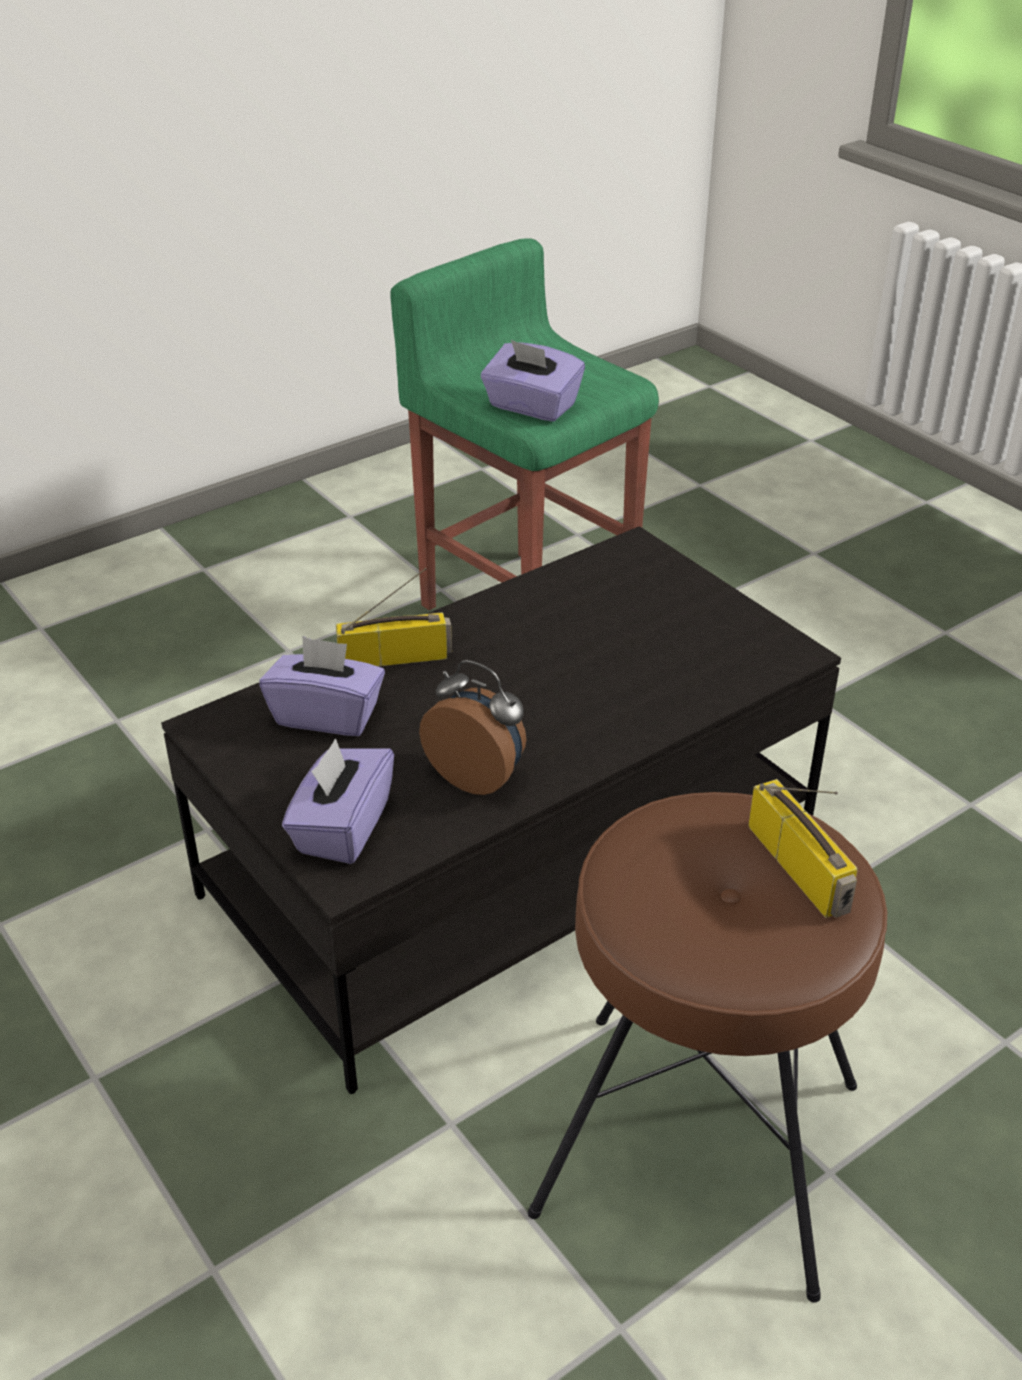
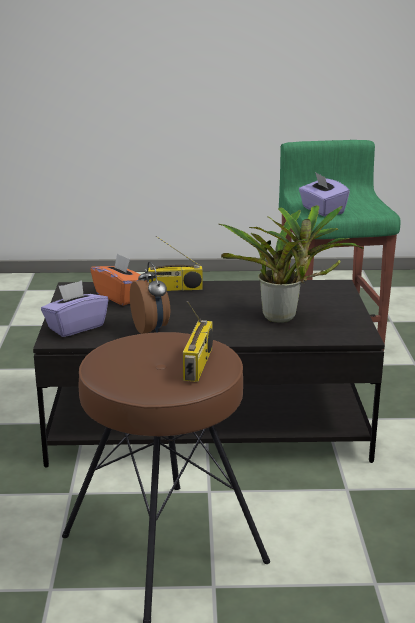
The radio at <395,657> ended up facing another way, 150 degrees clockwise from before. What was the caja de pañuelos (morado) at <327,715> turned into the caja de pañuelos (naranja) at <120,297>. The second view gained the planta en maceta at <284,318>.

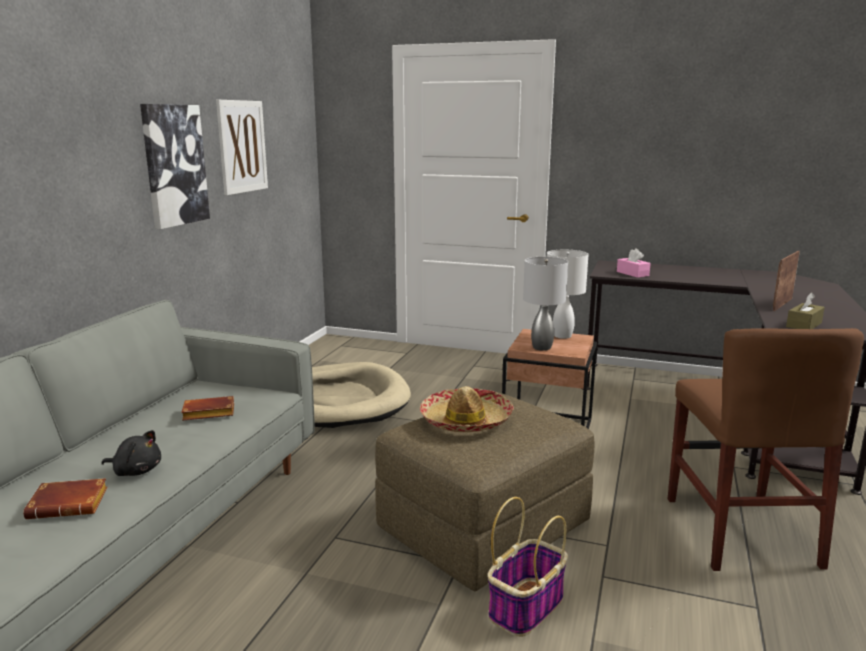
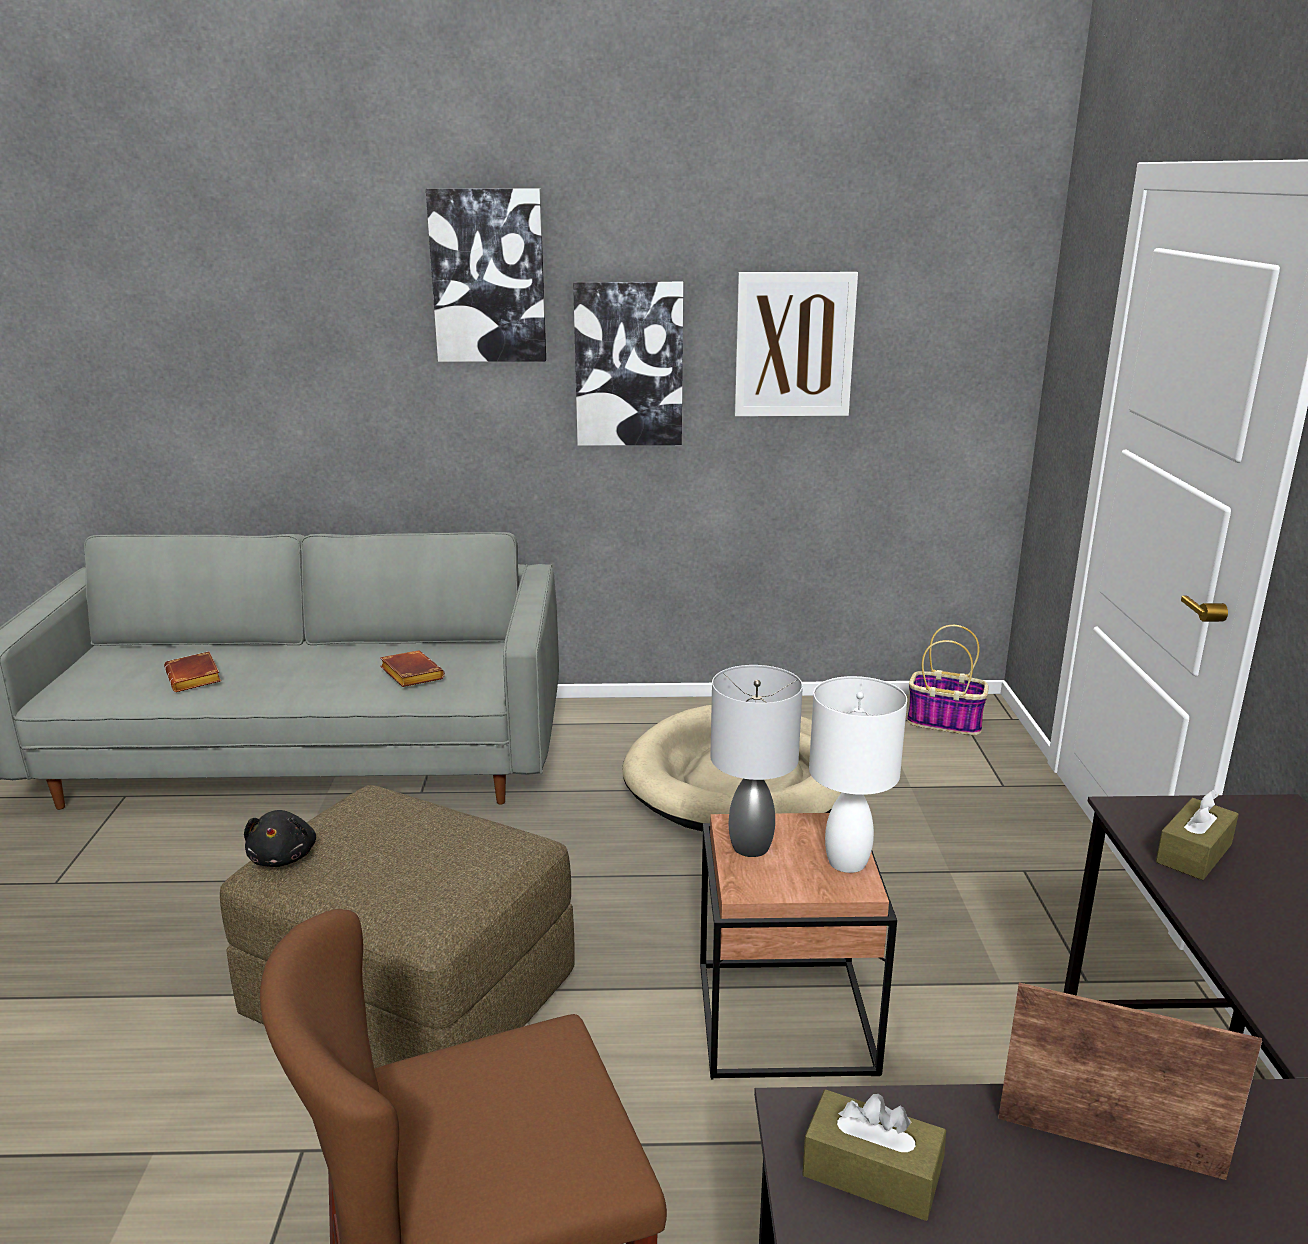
What was the caja de pañuelos (rosa) at <632,273> turned into the caja de pañuelos (marrón) at <1194,853>. The second view lost the sombrero at <466,420>. The peluche (negro) ended up elsewhere, having gone from <136,471> to <283,857>. The cesta ended up elsewhere, having gone from <526,606> to <945,722>. The second view gained the cuadro at <488,276>.

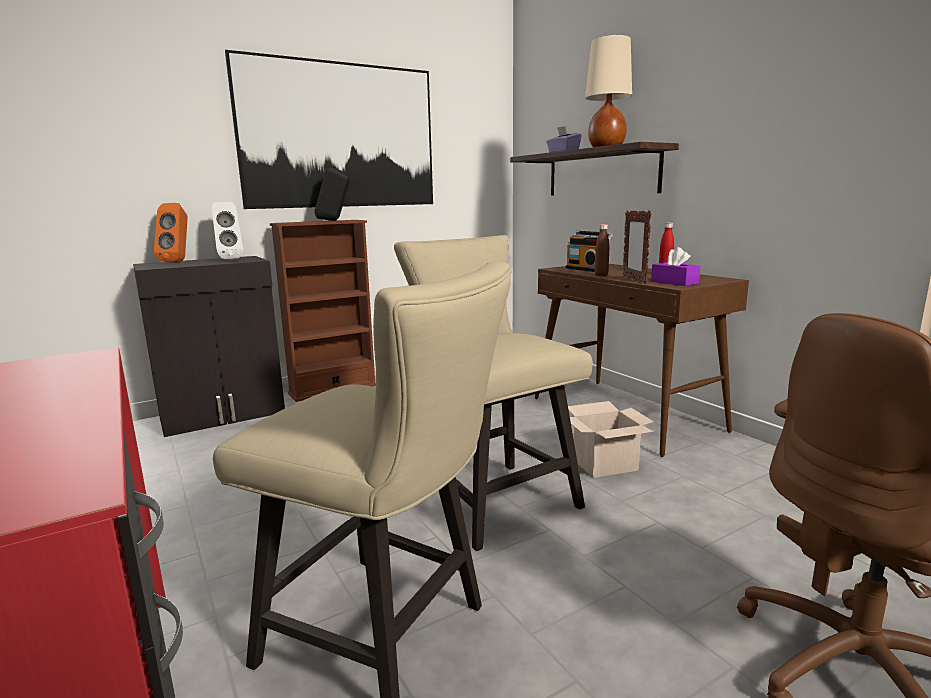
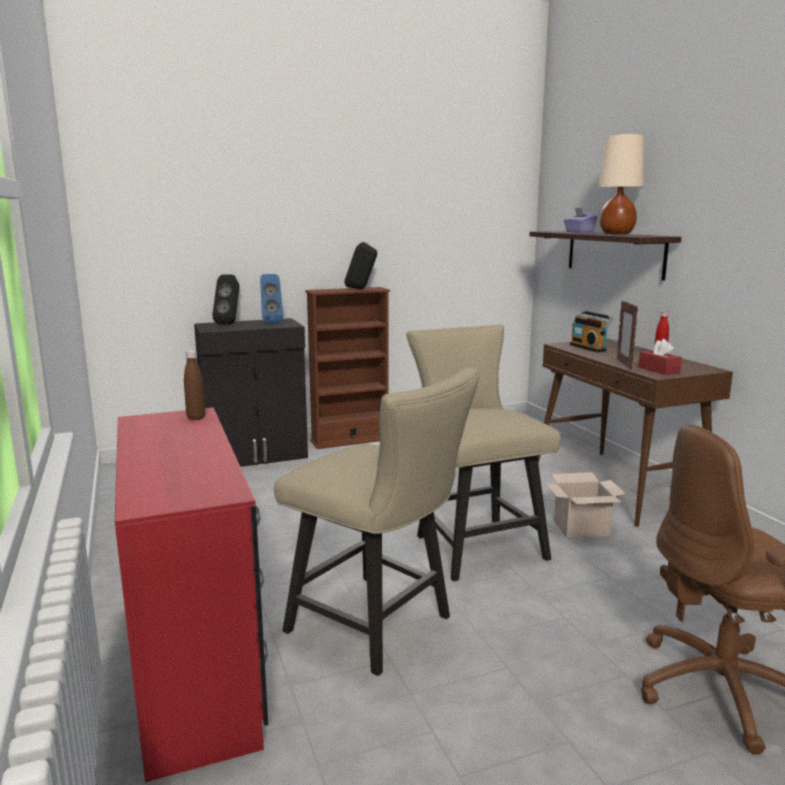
The second view lost the cuadro at <340,136>. What was the altavoz (blanco) at <230,260> turned into the altavoz (azul) at <271,323>. What was the altavoz (naranja) at <178,262> turned into the altavoz (negro) at <230,324>. The botella (marrón) ended up elsewhere, having gone from <601,275> to <196,418>. What was the caja de pañuelos (morado) at <674,282> turned into the caja de pañuelos (rojo) at <658,370>.

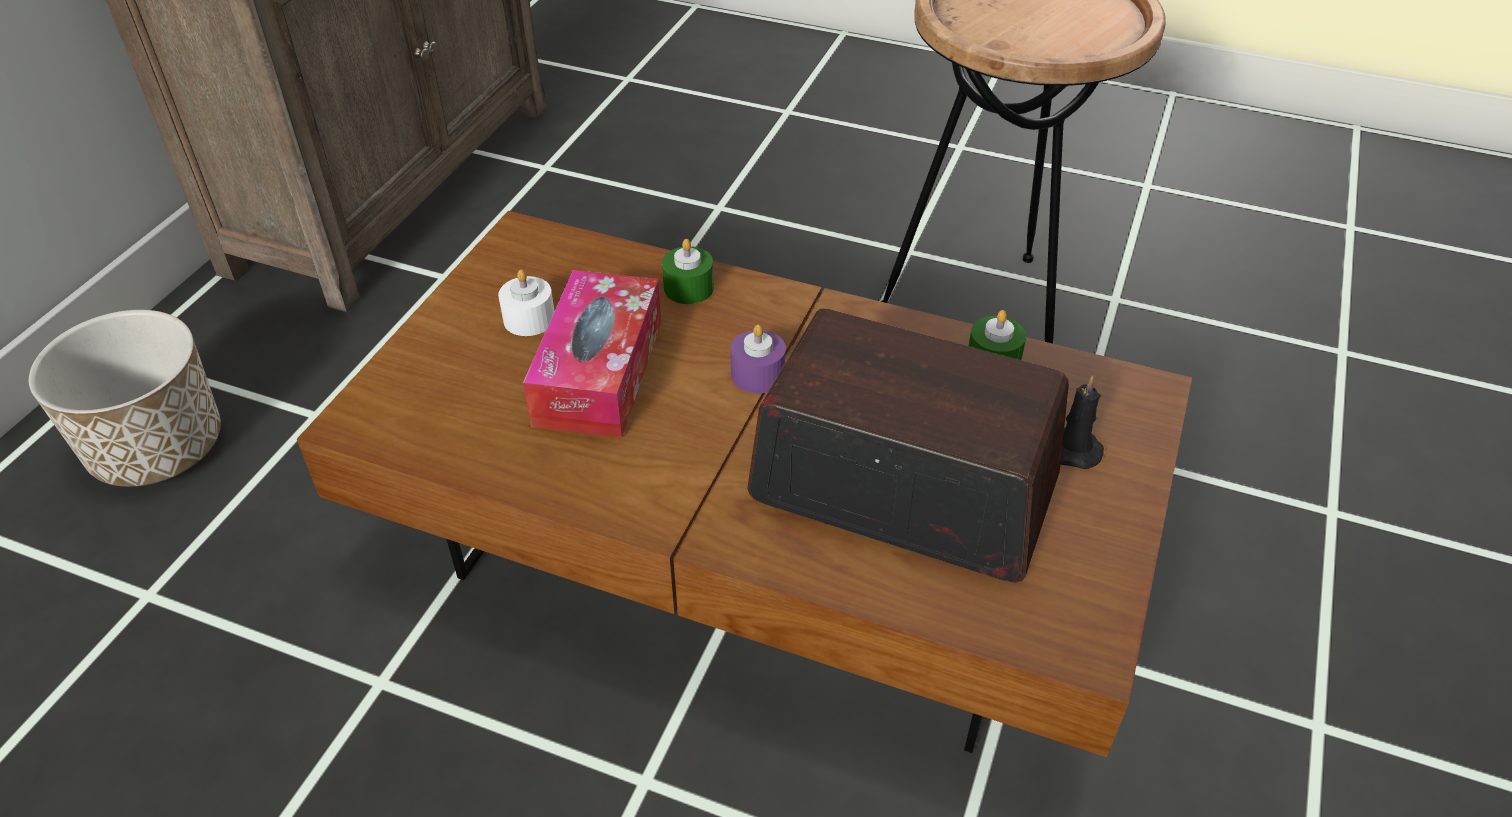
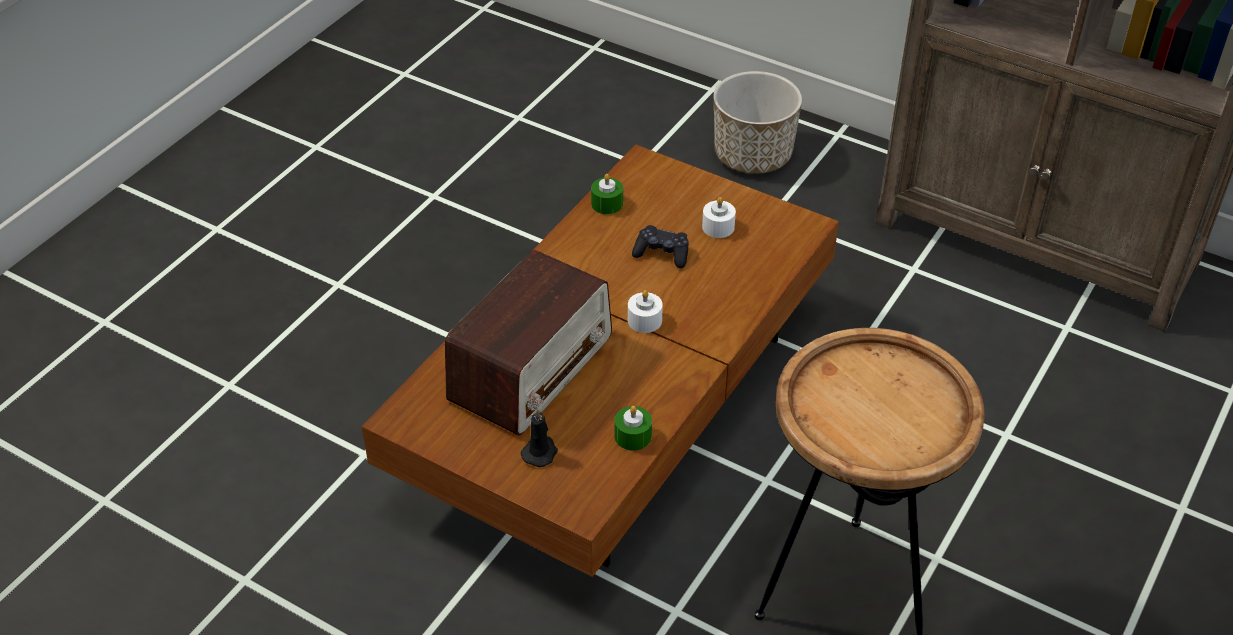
The vela (verde) ended up elsewhere, having gone from <688,288> to <607,203>. Where the caja de pañuelos stood at <599,372>, the mando de consola (negro) came to stand at <662,253>. What was the vela (morado) at <758,374> turned into the vela (blanco) at <644,320>.

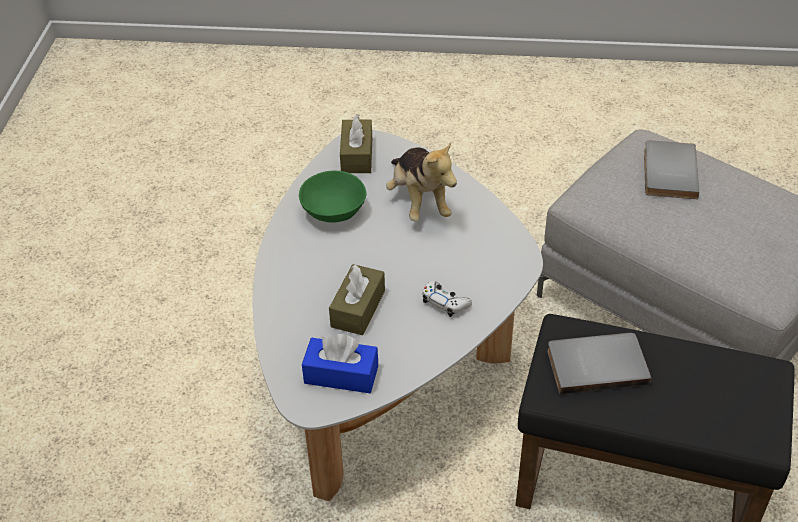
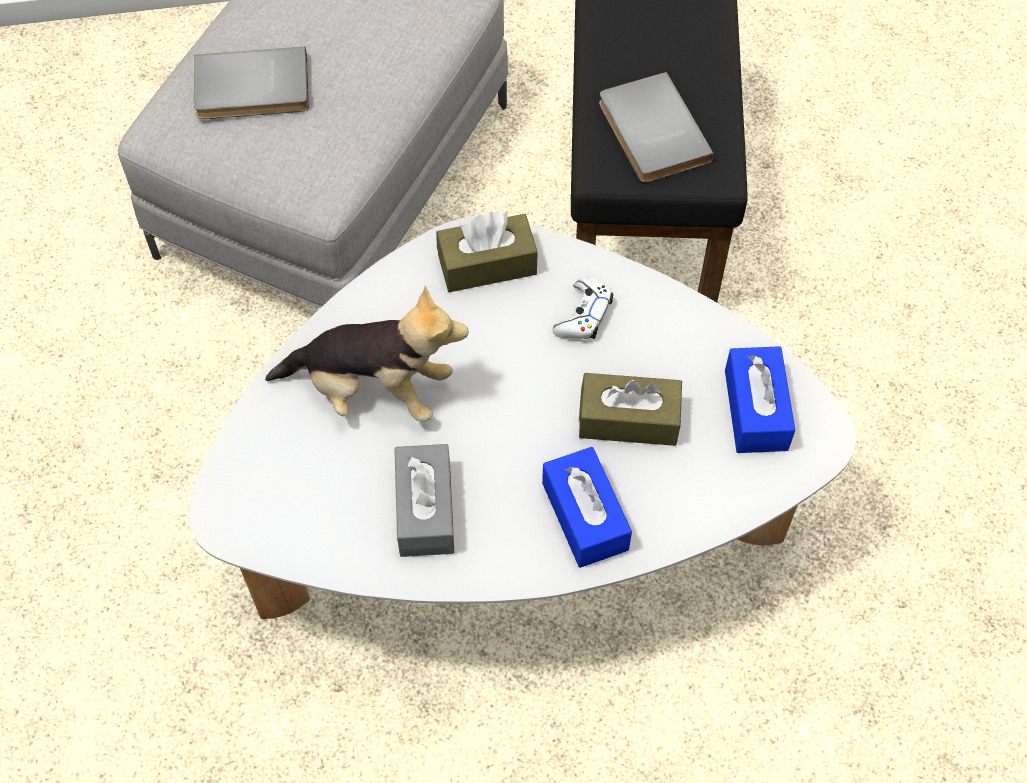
The caja de pañuelos (marrón) ended up elsewhere, having gone from <357,155> to <487,264>. The peluche at <419,201> ended up facing another way, 45 degrees clockwise from before. Where the cuenco (verde) stood at <332,211>, the caja de pañuelos (gris) came to stand at <425,509>. The second view gained the caja de pañuelos (azul) at <585,516>.

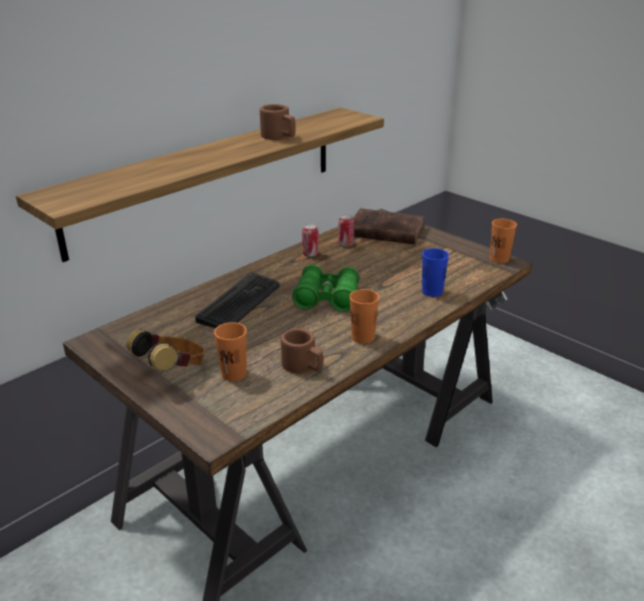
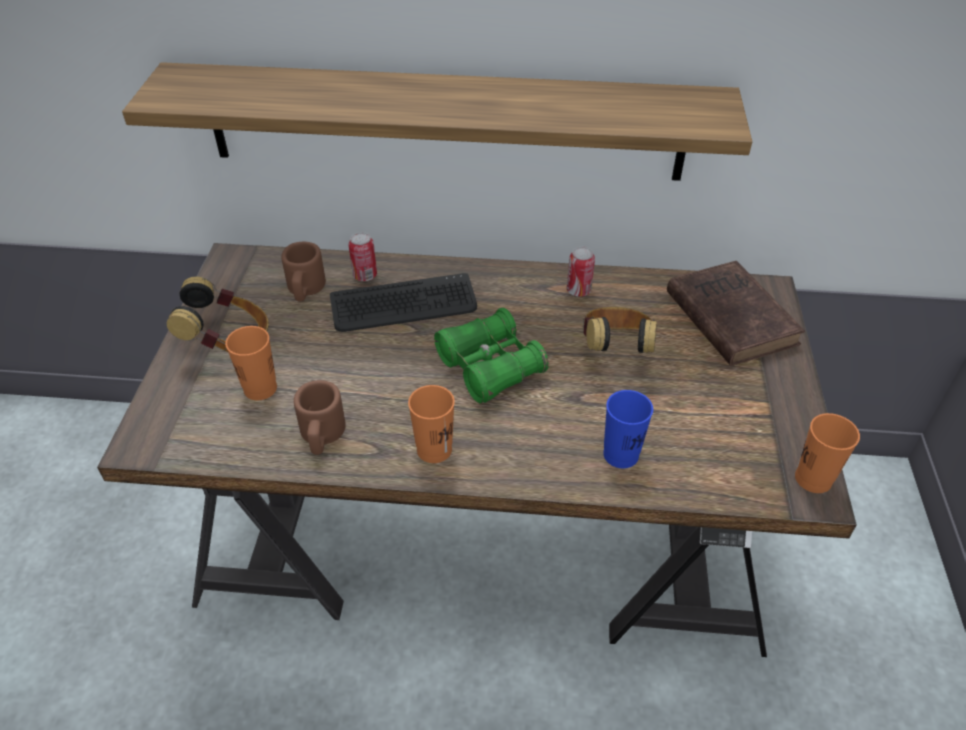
The taza grande (marrón) ended up elsewhere, having gone from <279,137> to <305,289>. The lata ended up elsewhere, having gone from <345,244> to <365,275>. The second view gained the auriculares at <615,350>.

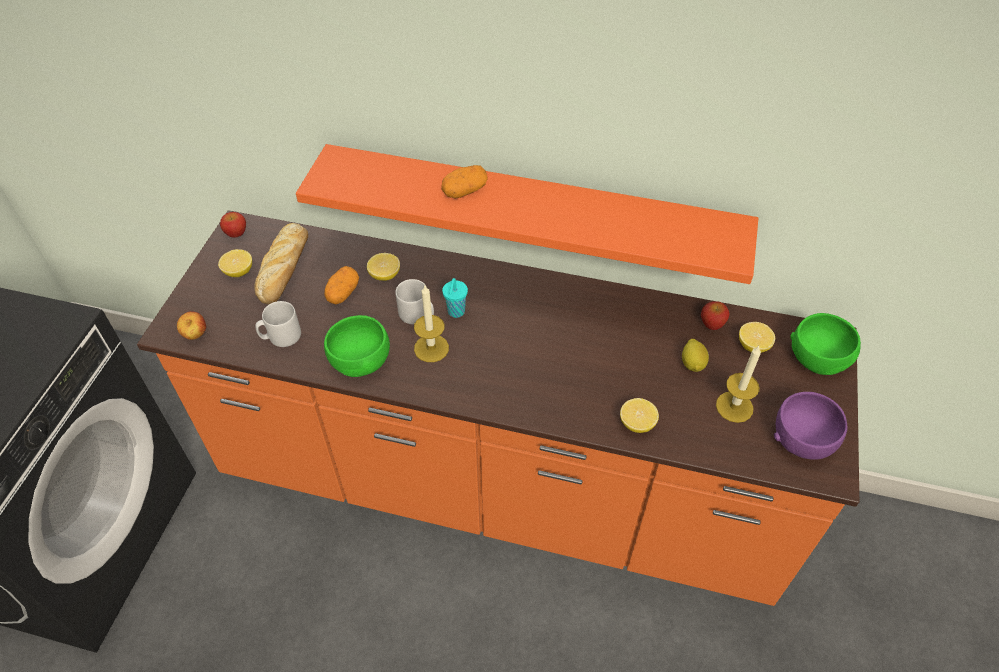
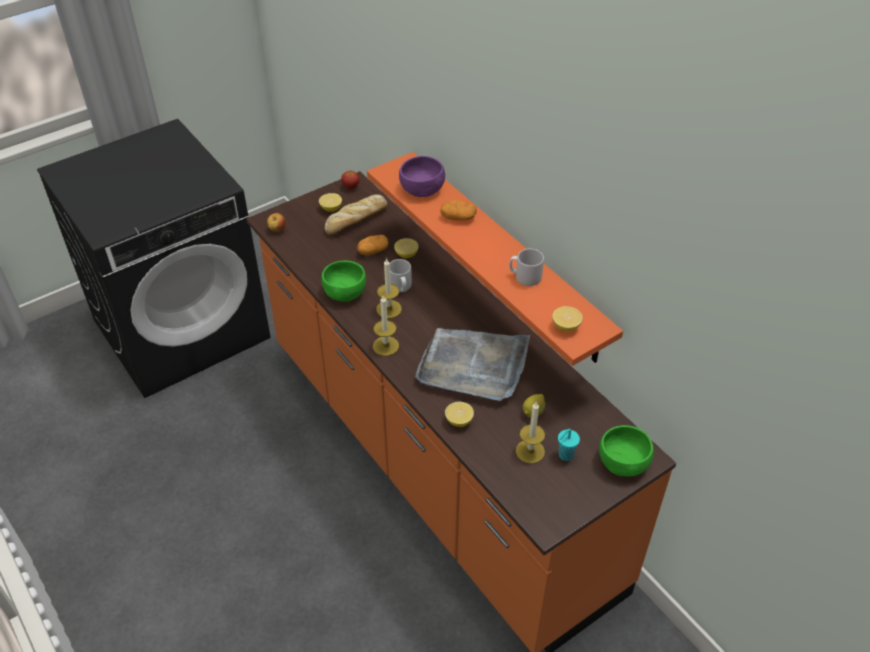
The taza (turquesa) ended up elsewhere, having gone from <456,312> to <565,455>. The taza grande (gris) ended up elsewhere, having gone from <281,336> to <525,277>. The second view lost the manzana at <712,324>. The limón ended up elsewhere, having gone from <753,345> to <566,326>. The cuenco (morado) ended up elsewhere, having gone from <803,438> to <422,188>. The second view gained the vela at <385,346>. The second view gained the bandeja (gris) at <473,366>.

